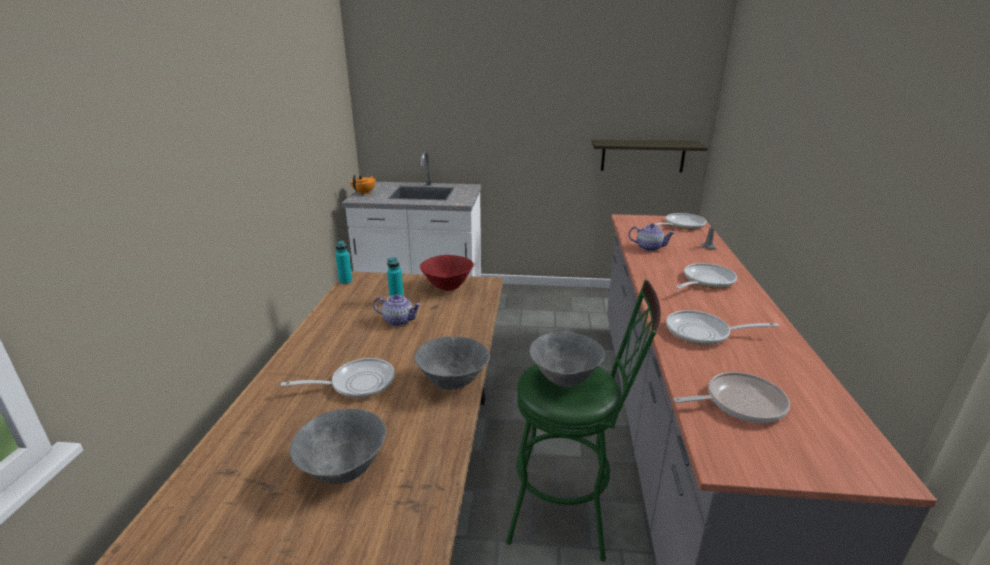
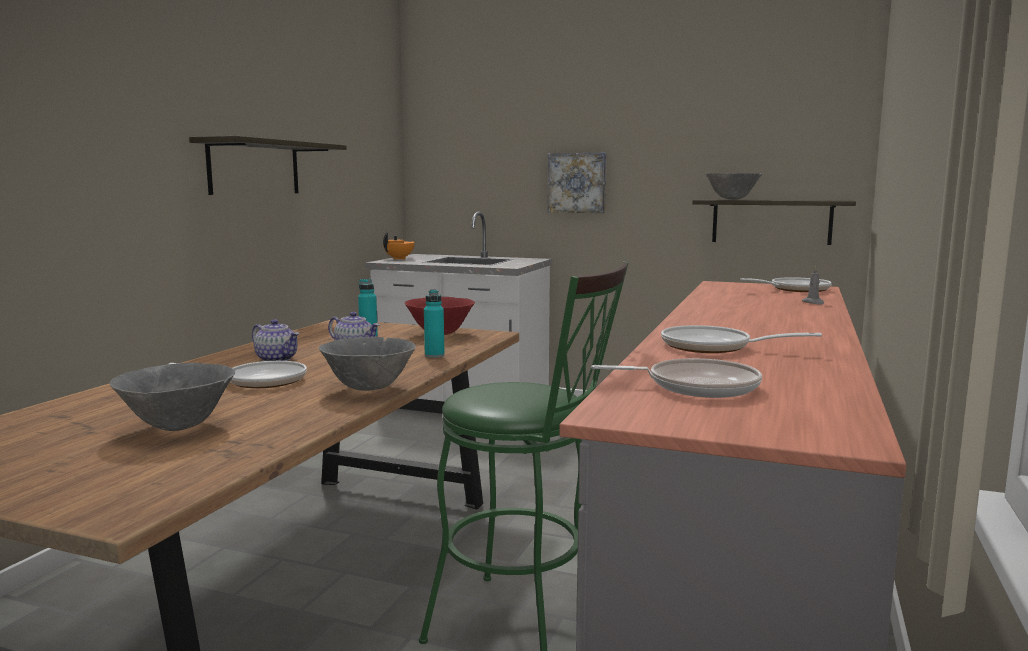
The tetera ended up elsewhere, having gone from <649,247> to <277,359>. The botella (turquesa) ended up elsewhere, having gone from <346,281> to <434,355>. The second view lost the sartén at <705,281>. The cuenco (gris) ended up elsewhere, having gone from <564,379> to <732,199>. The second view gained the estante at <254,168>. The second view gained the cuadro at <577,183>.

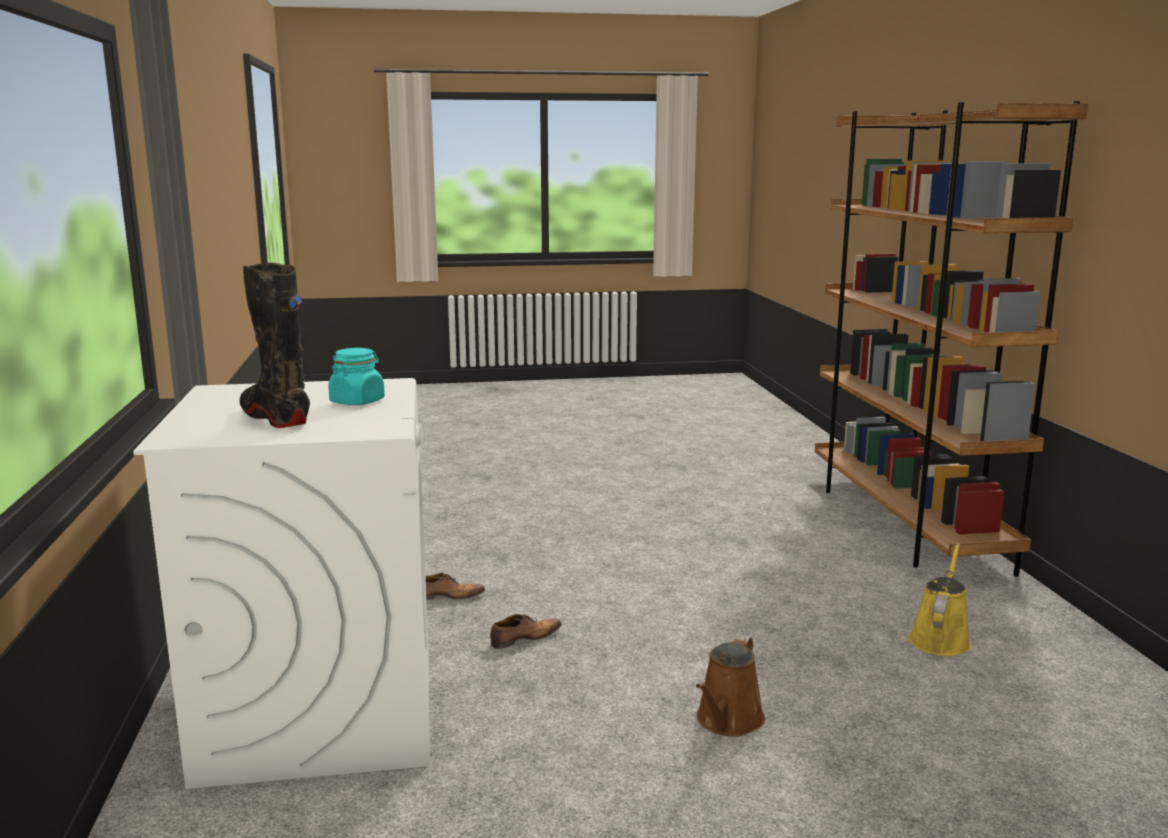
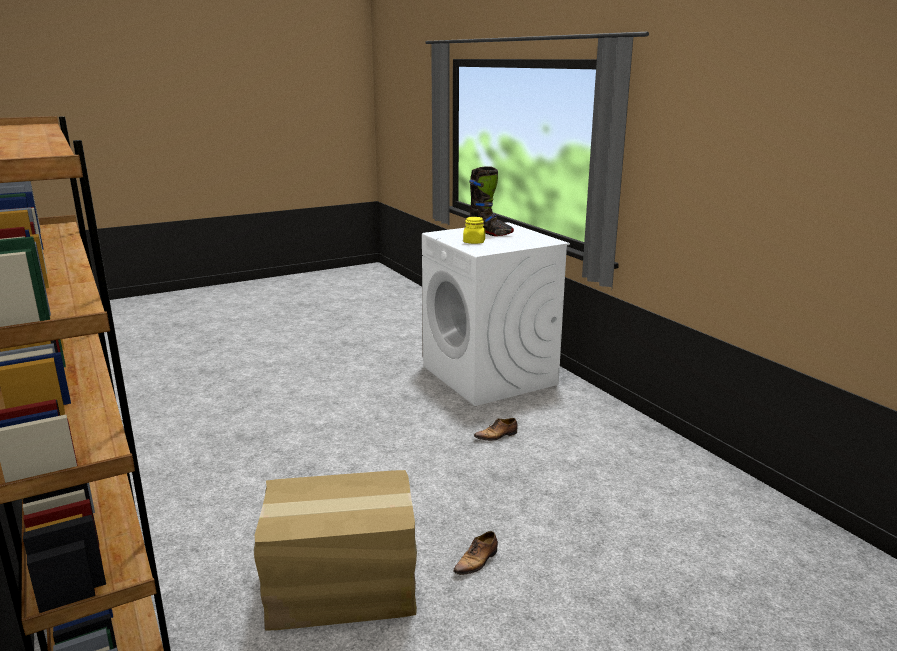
What was the tarro (turquesa) at <357,401> turned into the tarro (amarillo) at <474,242>. The second view lost the regadera (amarillo) at <940,639>. The zapato ended up elsewhere, having gone from <524,639> to <477,561>. The second view lost the regadera (marrón) at <727,721>. The second view gained the caja de cartón at <341,588>.

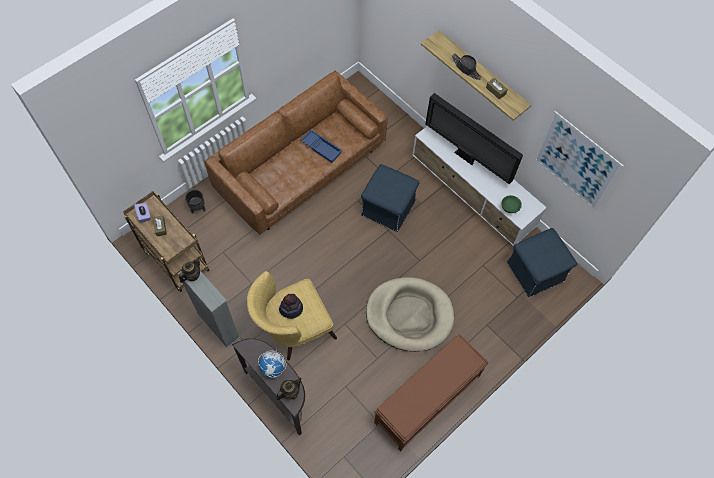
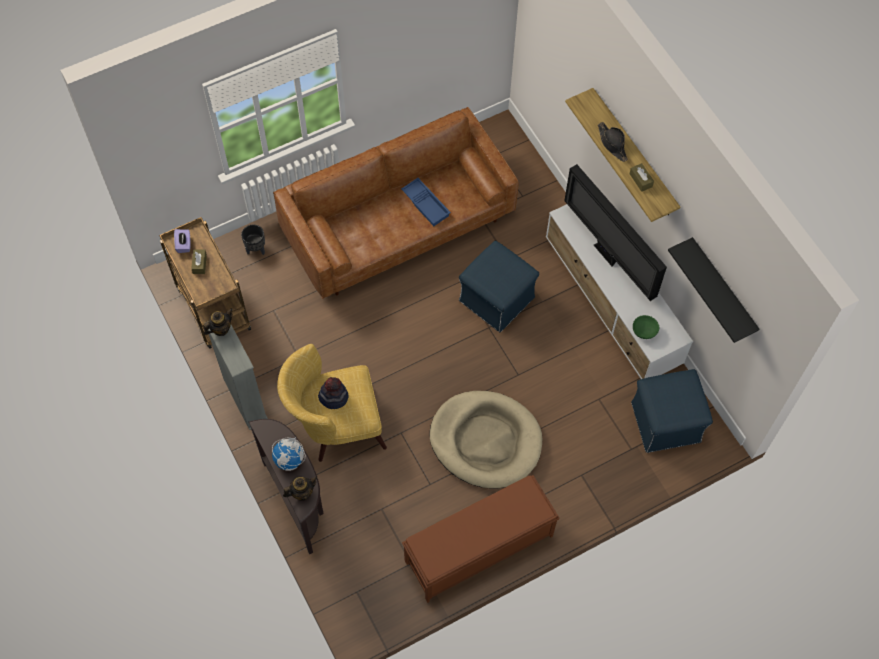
Where the cuadro hung at <576,162>, the estante (negro) came to hang at <722,289>.

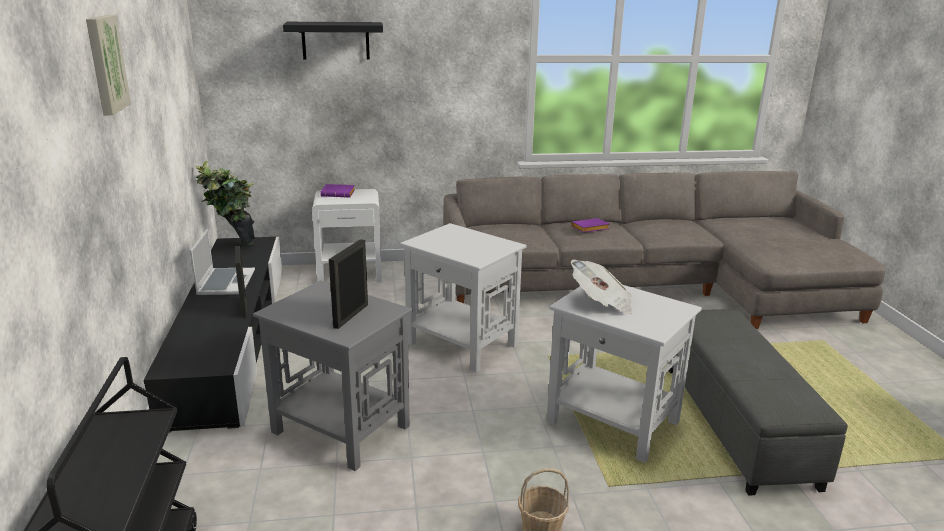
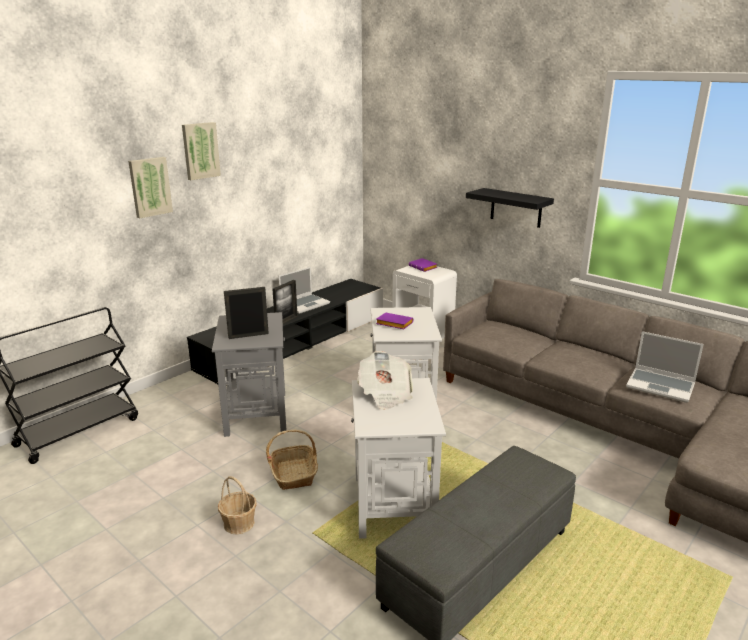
The estante (negro) ended up elsewhere, having gone from <335,40> to <516,208>. The second view lost the planta en maceta at <233,248>. The libro (morado) ended up elsewhere, having gone from <589,229> to <393,324>. The second view gained the cuadro at <150,187>. The second view gained the portátil at <661,386>. The second view gained the cesta at <294,473>.

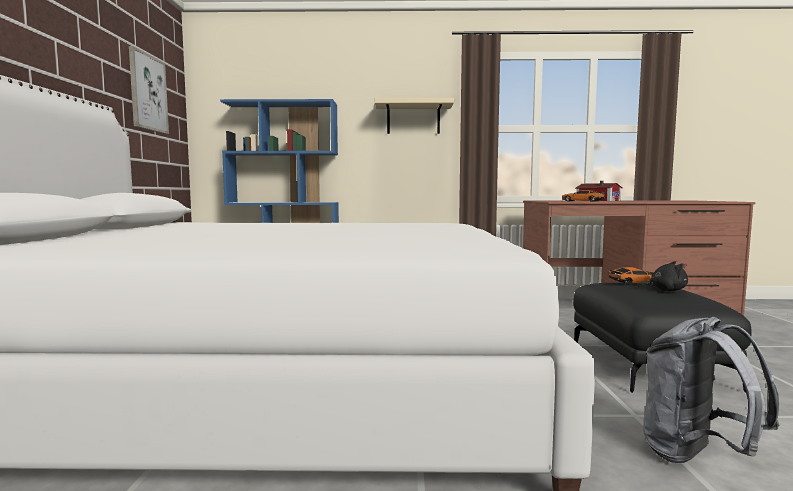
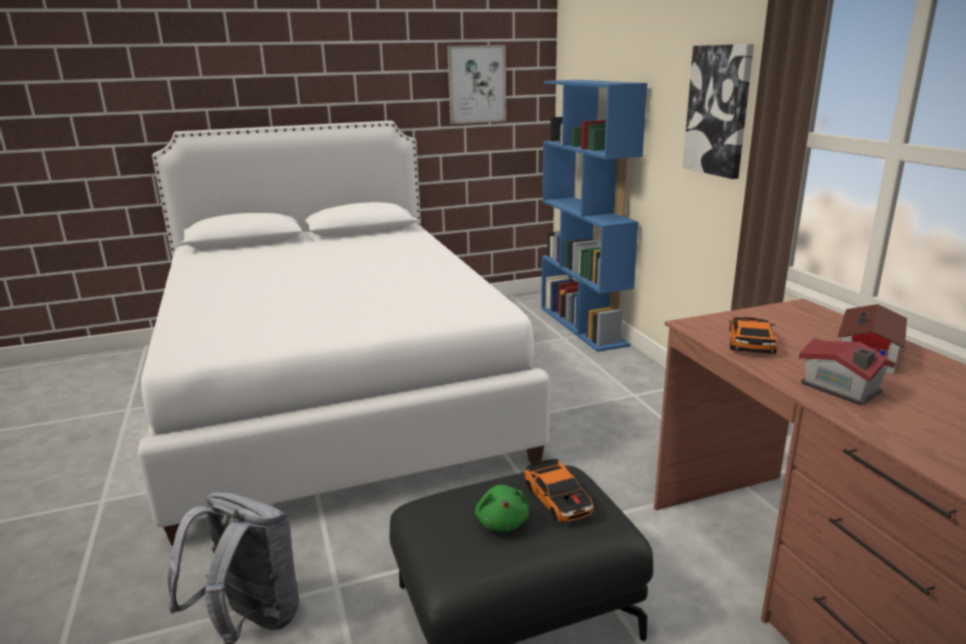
Where the estante (beis) hung at <413,119>, the cuadro came to hang at <718,110>. What was the peluche (negro) at <665,290> turned into the peluche (verde) at <502,522>. The second view gained the casita at <841,389>.

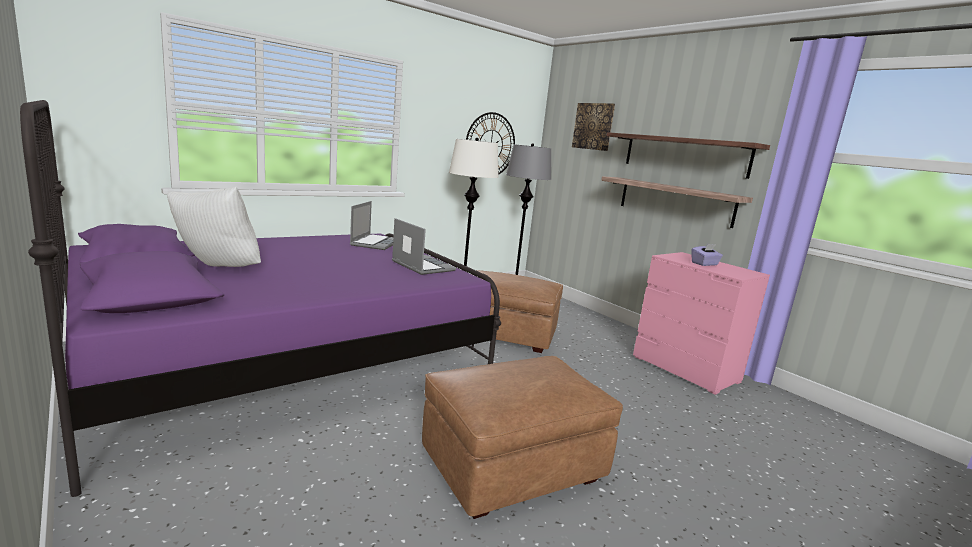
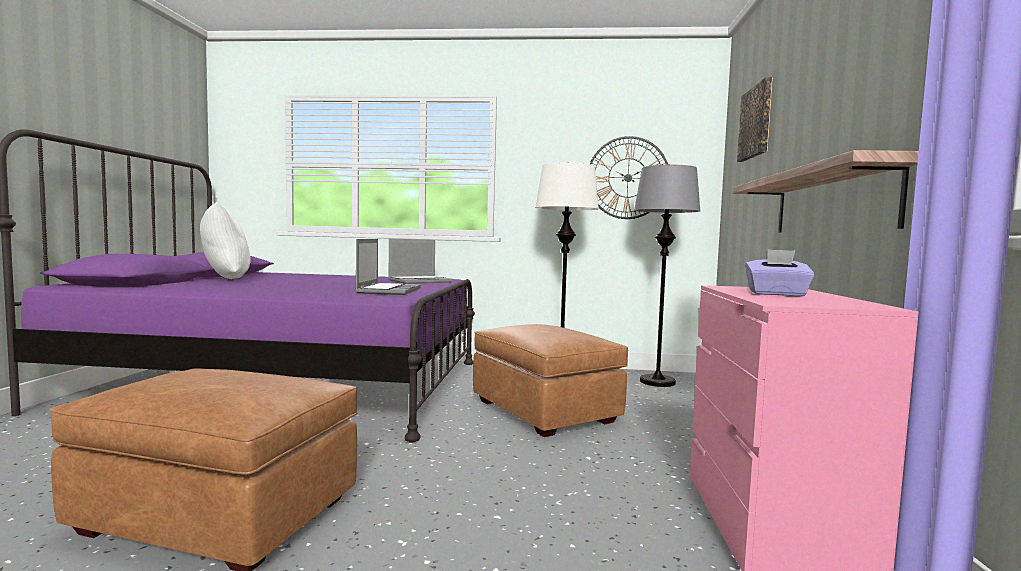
The second view lost the estante at <684,154>.

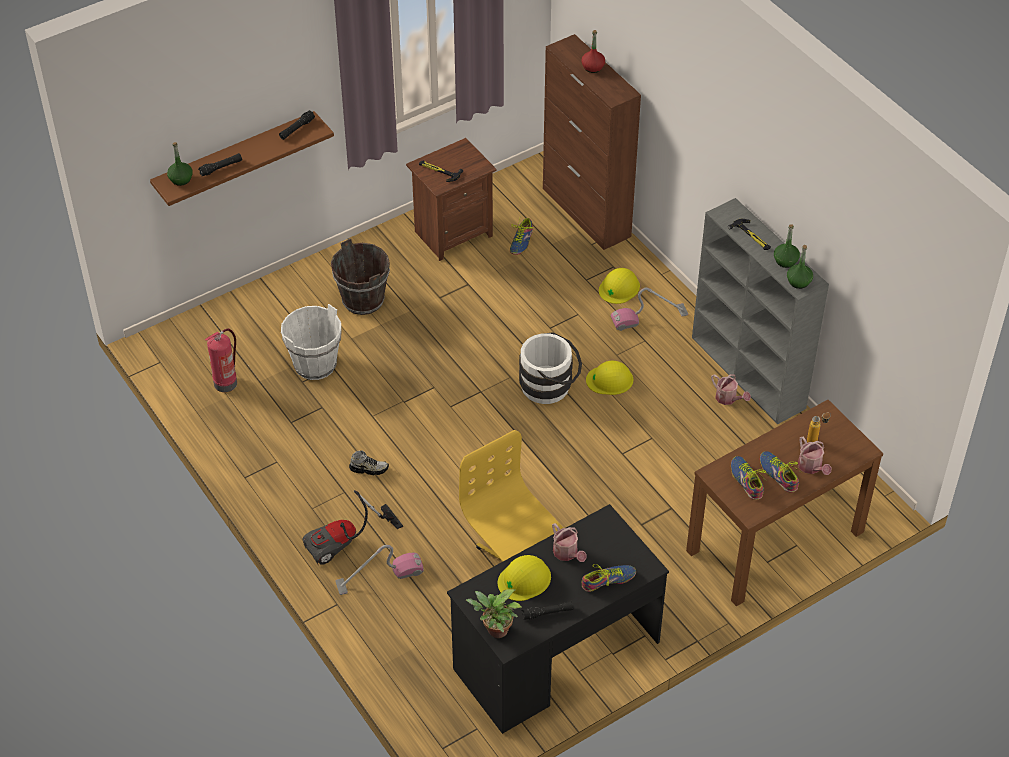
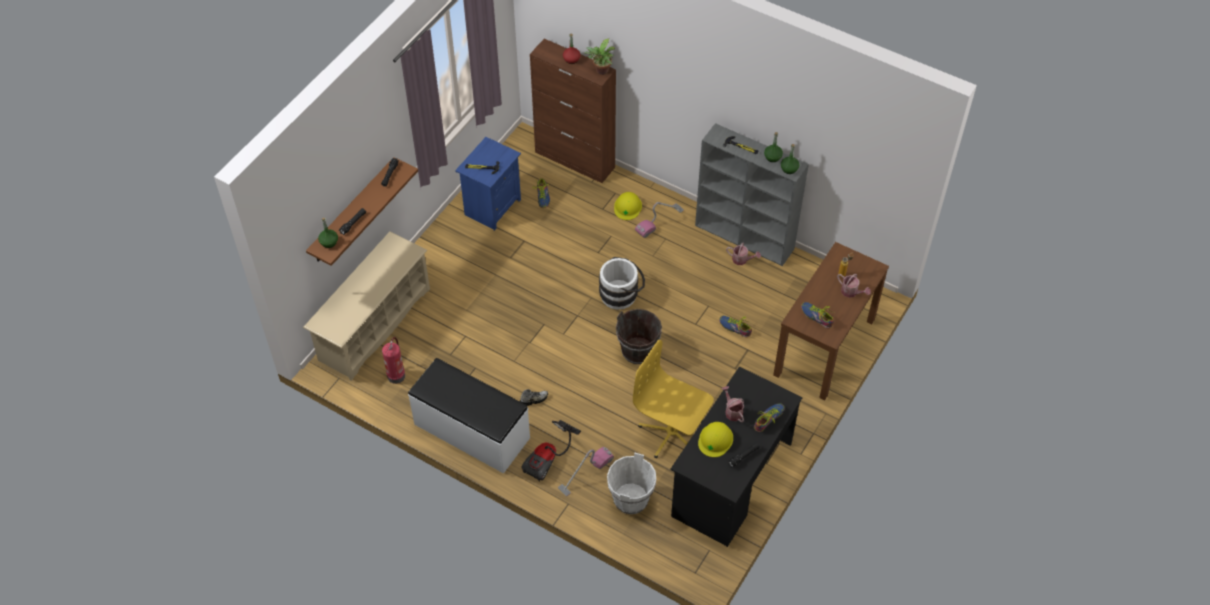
What was the mesita de noche (marrón) at <452,233> turned into the mesita de noche (azul) at <491,207>. The cubo (marrón) ended up elsewhere, having gone from <362,300> to <637,351>. The cubo (blanco) ended up elsewhere, having gone from <315,364> to <630,499>. The second view lost the casco (amarillo) at <610,380>. The zapato ended up elsewhere, having gone from <778,474> to <735,328>. The regadera at <567,554> ended up facing another way, 150 degrees counterclockwise from before. The planta en maceta ended up elsewhere, having gone from <495,631> to <601,71>. The second view gained the zapatero (beis) at <374,324>. The second view gained the banco (blanco) at <471,431>.

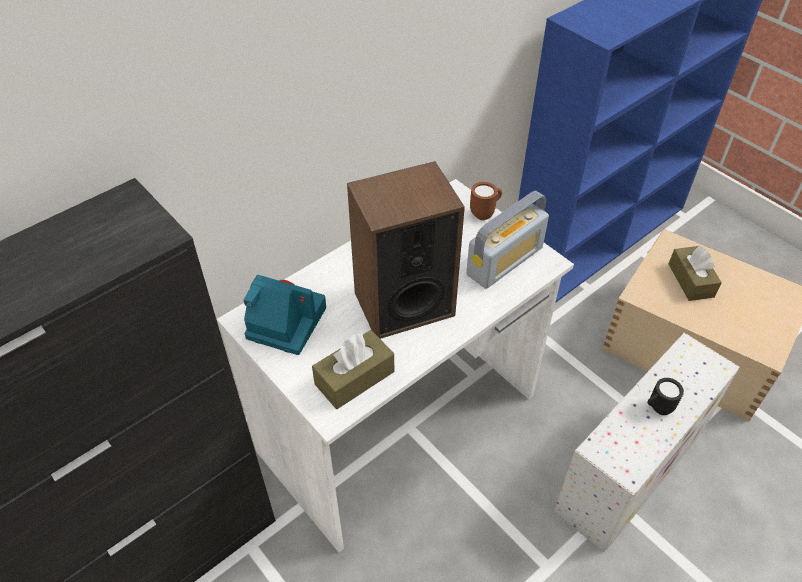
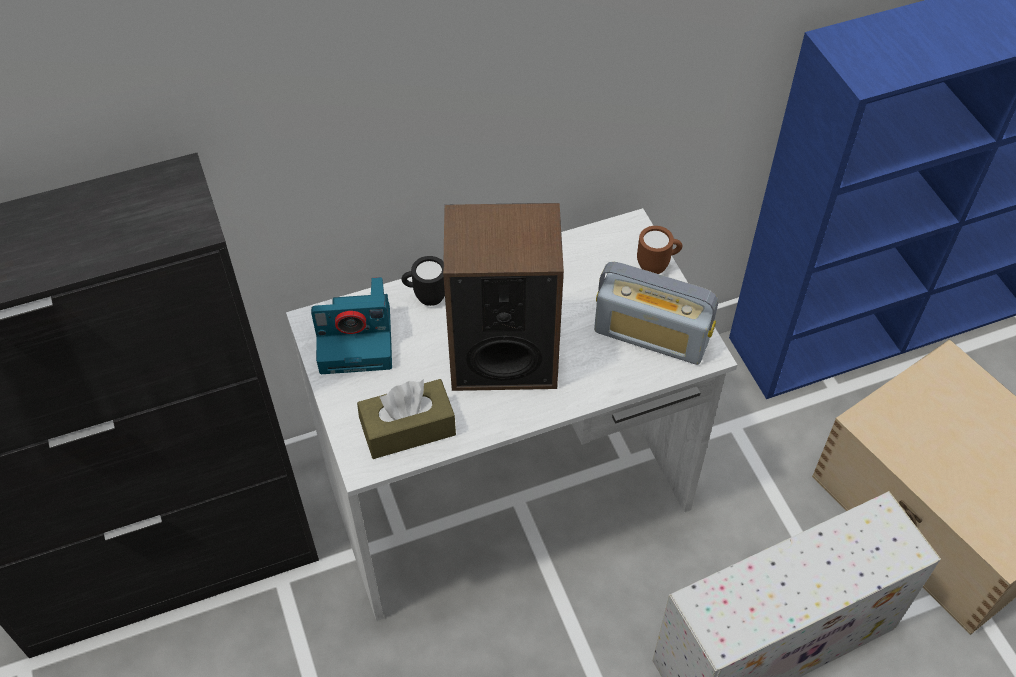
The radio at <505,261> ended up facing another way, 45 degrees clockwise from before. The second view lost the caja de pañuelos (marrón) at <690,280>. The cámara at <284,322> ended up facing another way, 135 degrees clockwise from before. The taza grande (negro) ended up elsewhere, having gone from <657,408> to <425,297>.

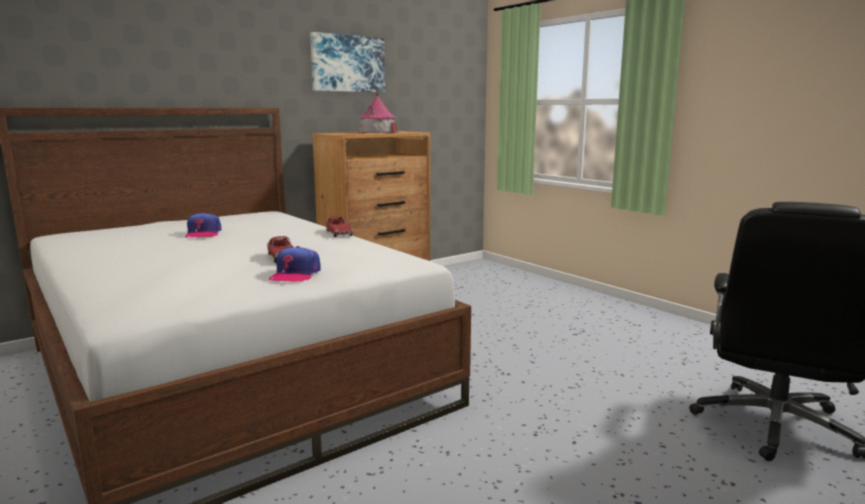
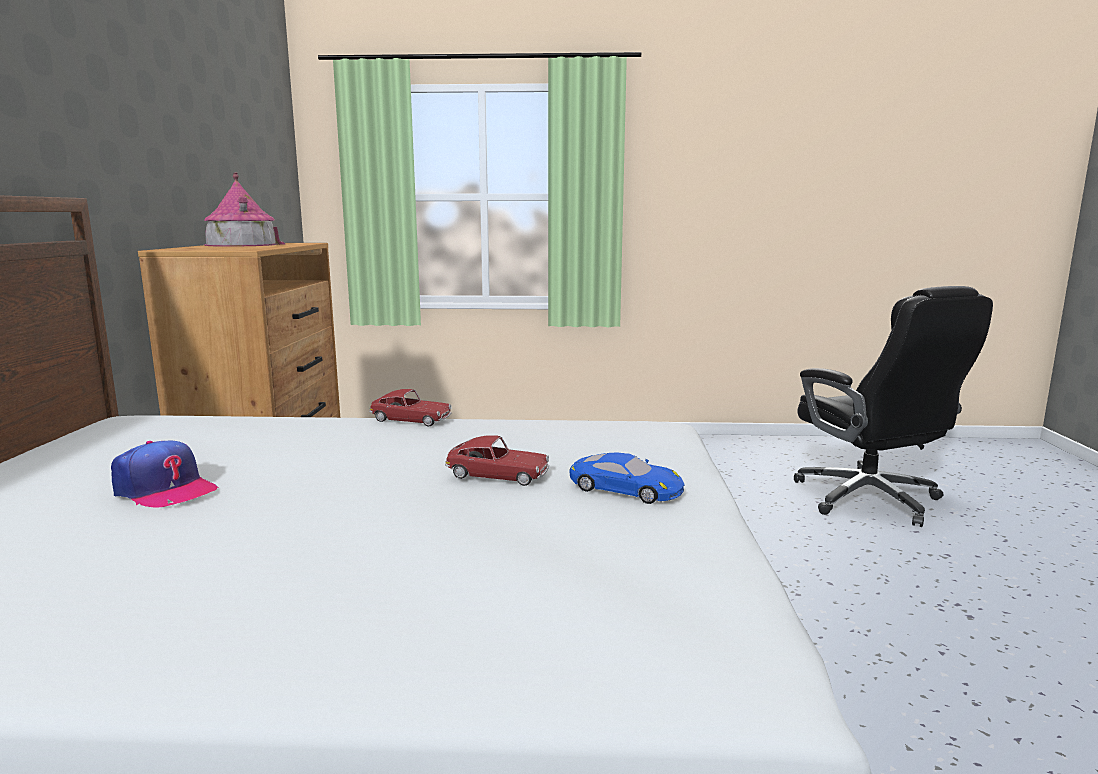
The second view lost the cuadro at <347,63>. Where the gorra stood at <295,274>, the coche de juguete (azul) came to stand at <625,488>.

